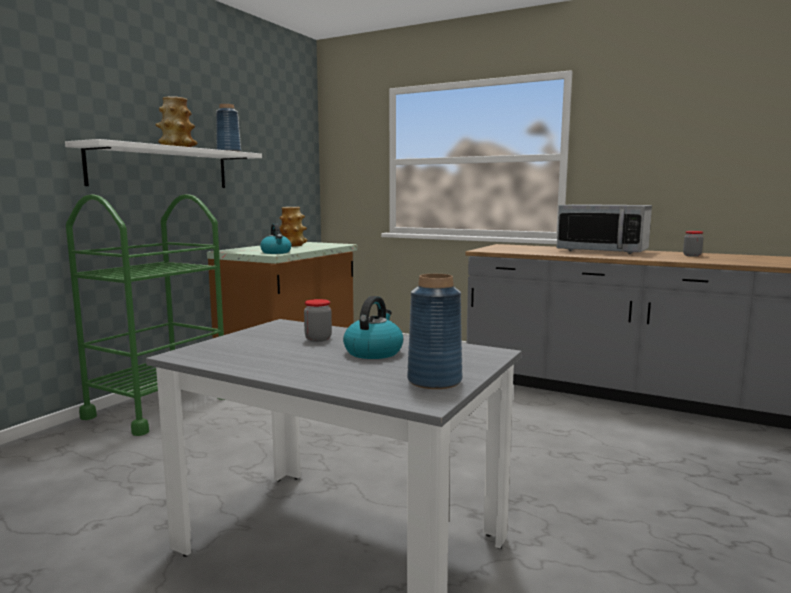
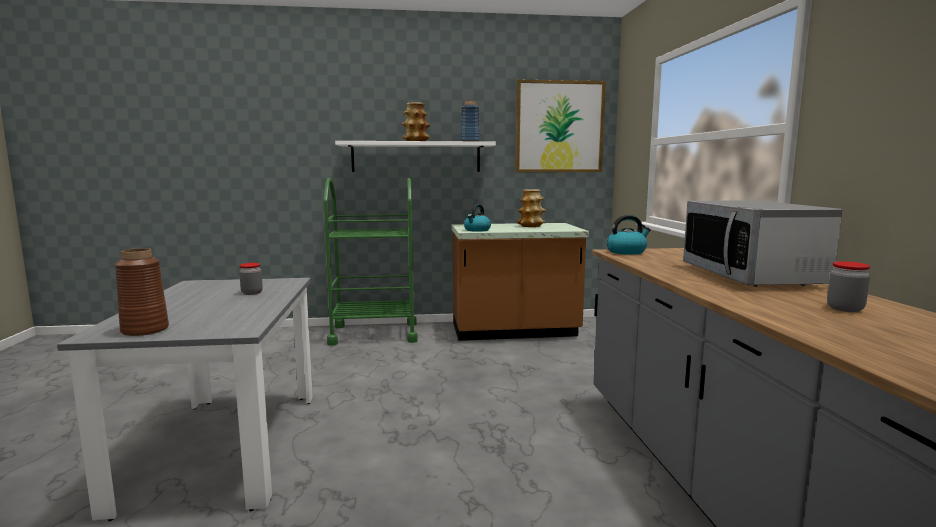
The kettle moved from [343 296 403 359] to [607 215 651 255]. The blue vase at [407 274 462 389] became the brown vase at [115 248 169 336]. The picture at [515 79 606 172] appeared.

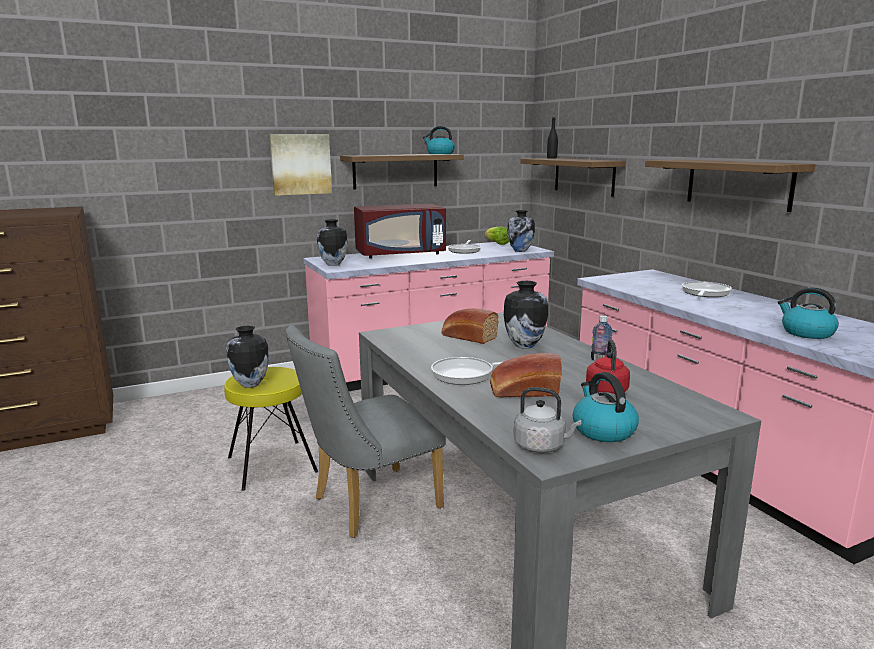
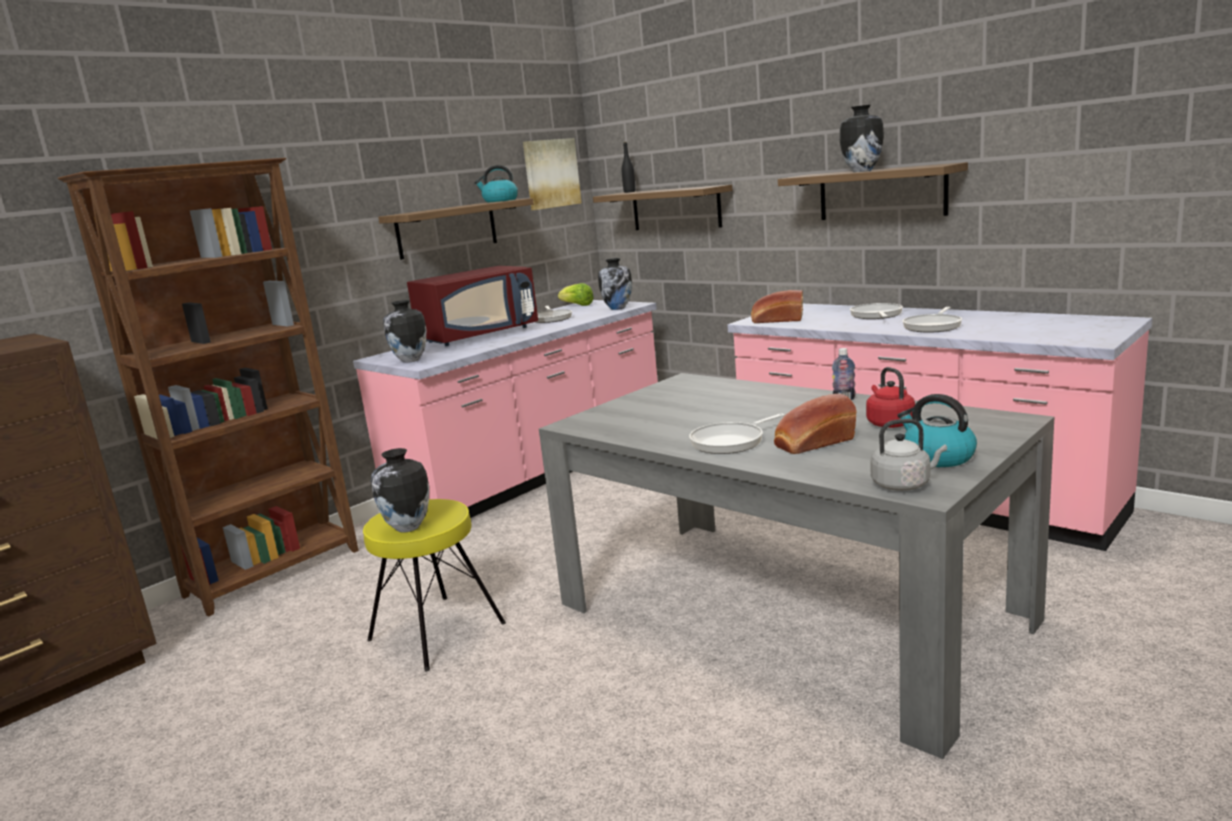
The picture moved from [269 134 332 196] to [523 138 582 210]. The grey chair at [286 325 446 538] disappeared. The bread moved from [442 308 498 344] to [751 290 803 323]. The vase moved from [504 281 548 349] to [840 105 884 172]. The kettle at [778 287 839 339] disappeared. The brown bookcase at [58 158 359 617] appeared. The frying pan at [903 307 962 333] appeared.

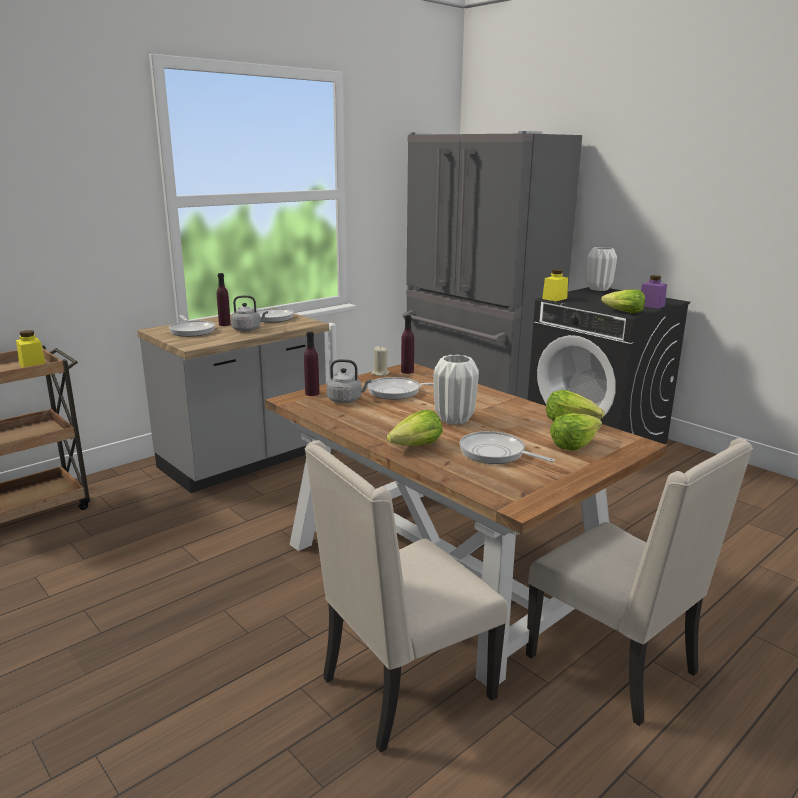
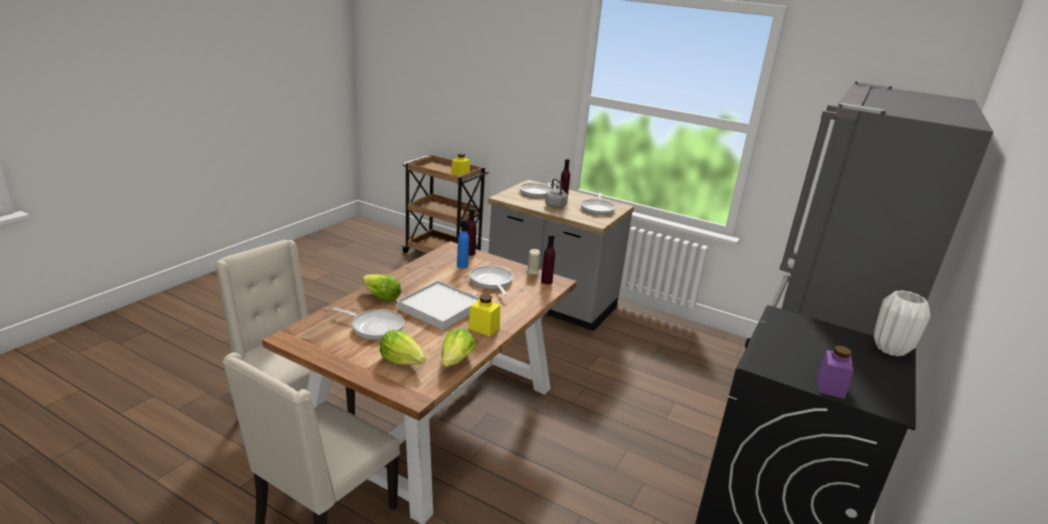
The grey kettle at [327 359 371 403] was replaced by the blue bottle at [457 219 469 268]. The white vase at [434 355 479 425] was replaced by the white tray at [397 281 480 330]. The frying pan at [459 431 555 464] turned 90 degrees clockwise. The yellow jar moved from [542 269 568 301] to [468 294 500 336]. The lettuce at [601 290 645 313] disappeared.

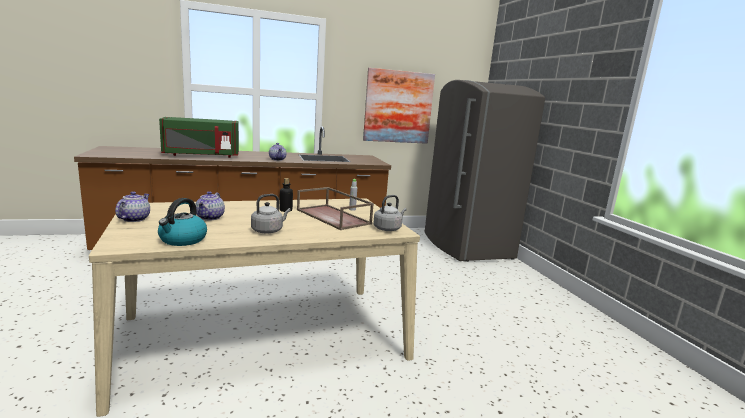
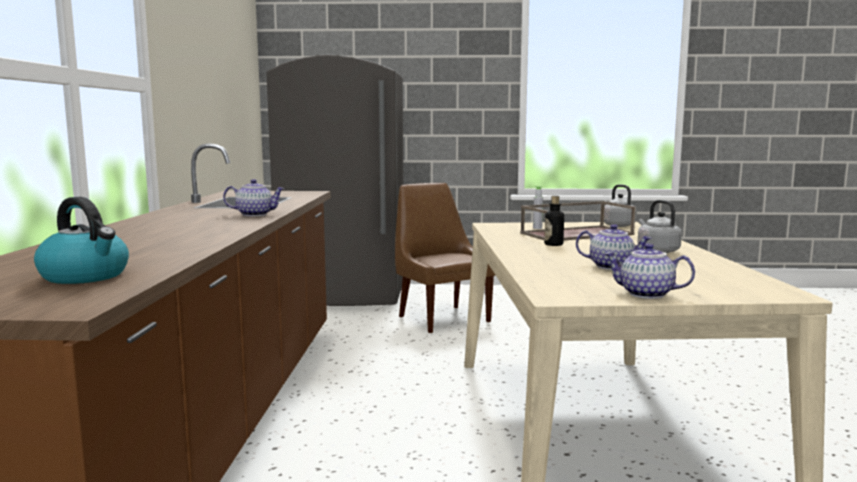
The kettle moved from [158 198 207 246] to [34 197 129 284]. The green microwave at [159 117 239 158] disappeared. The picture at [363 68 435 144] disappeared. The brown chair at [395 183 495 333] appeared.

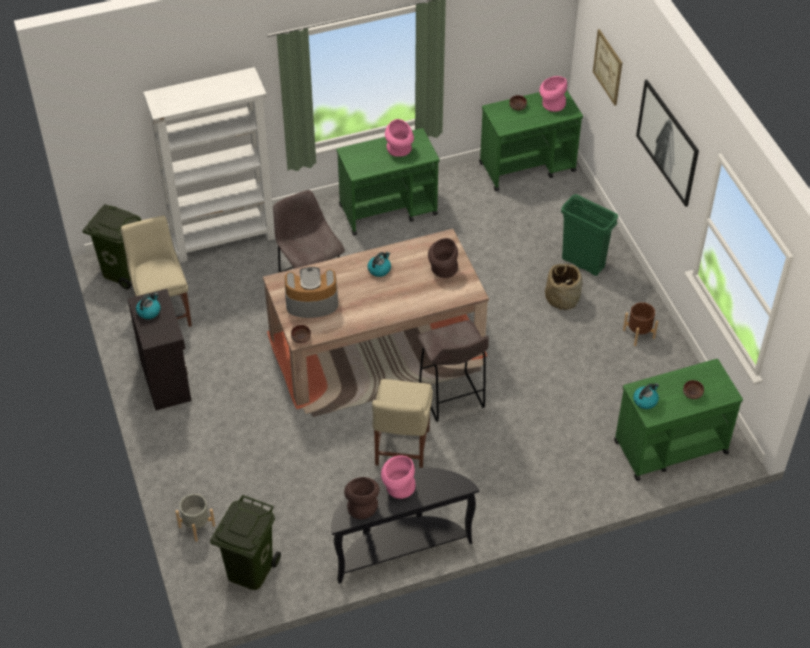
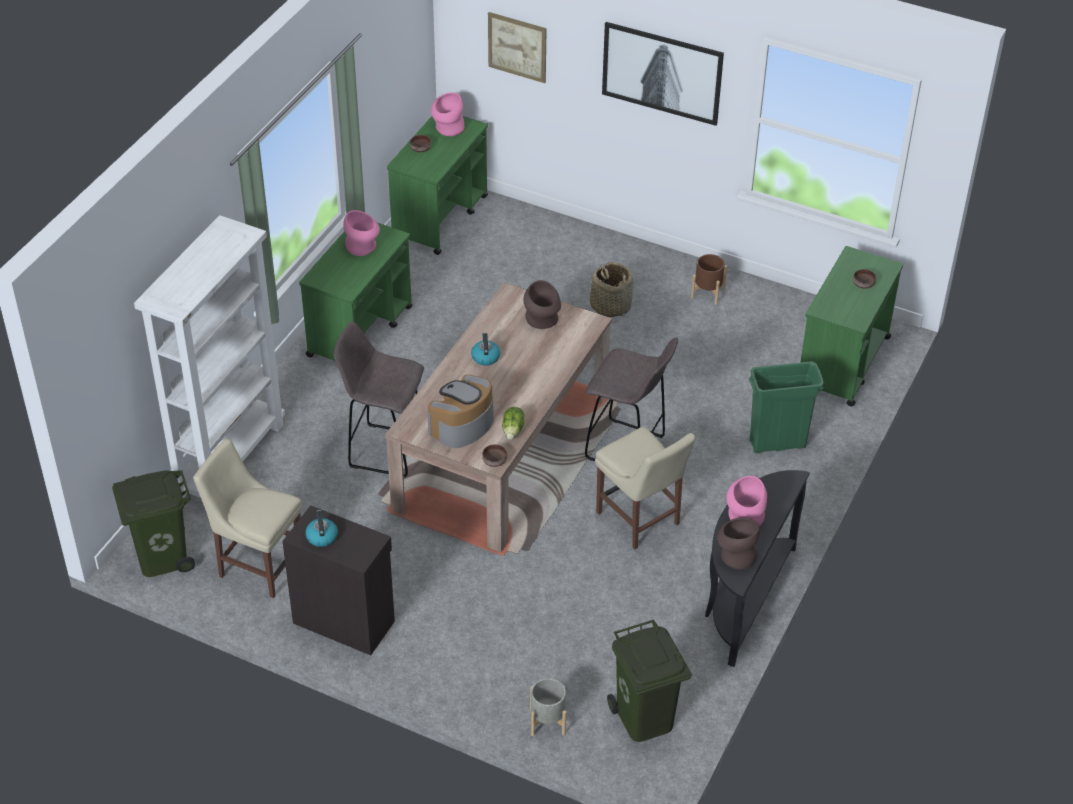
The green trash can moved from [561 194 618 276] to [749 361 824 453]. The kettle at [633 383 659 409] disappeared. The lettuce at [502 407 524 440] appeared.

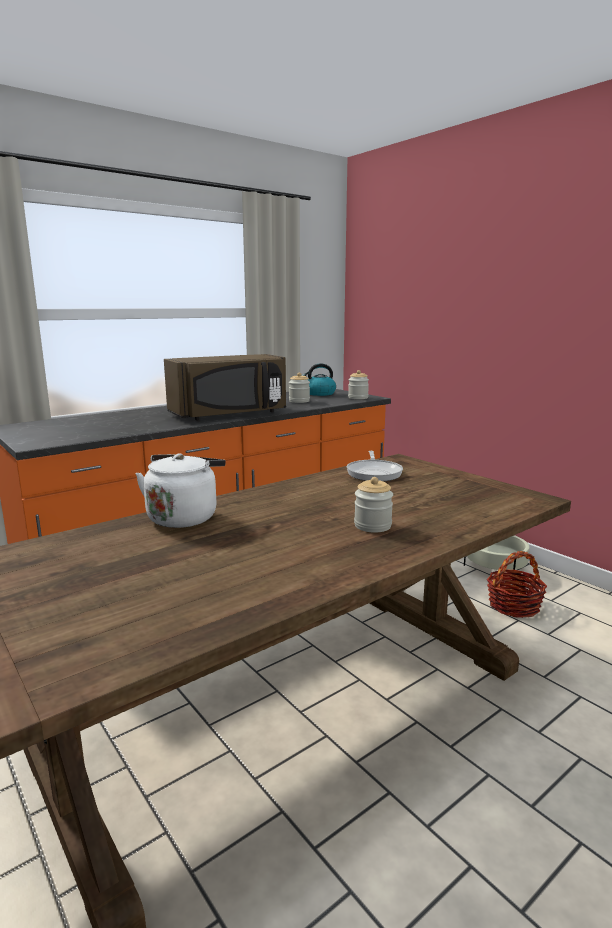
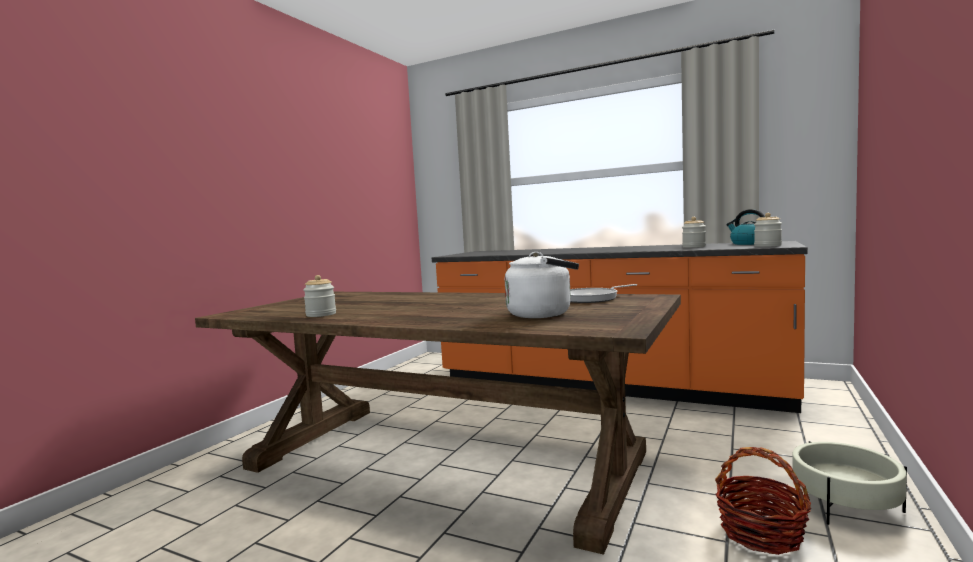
The white kettle moved from [135 453 226 528] to [505 252 579 318]. The brown microwave at [164 354 286 420] disappeared. The jar moved from [354 477 393 532] to [303 275 336 317].

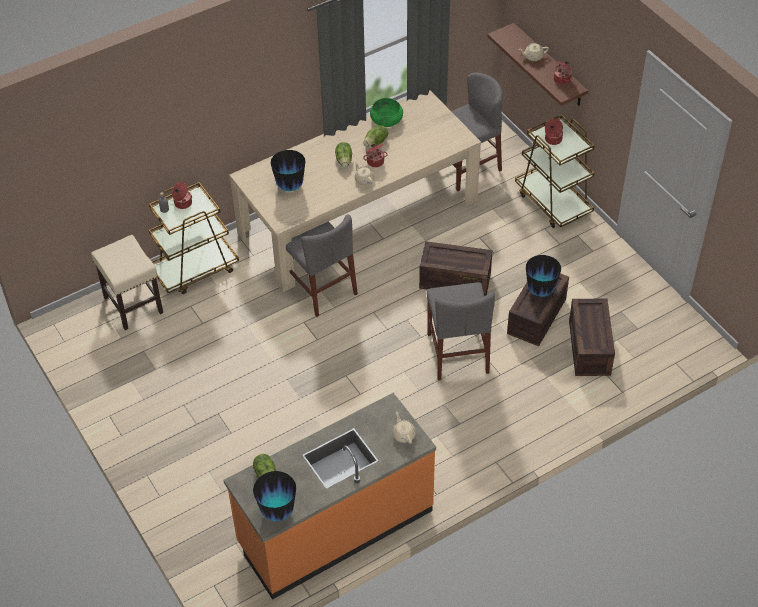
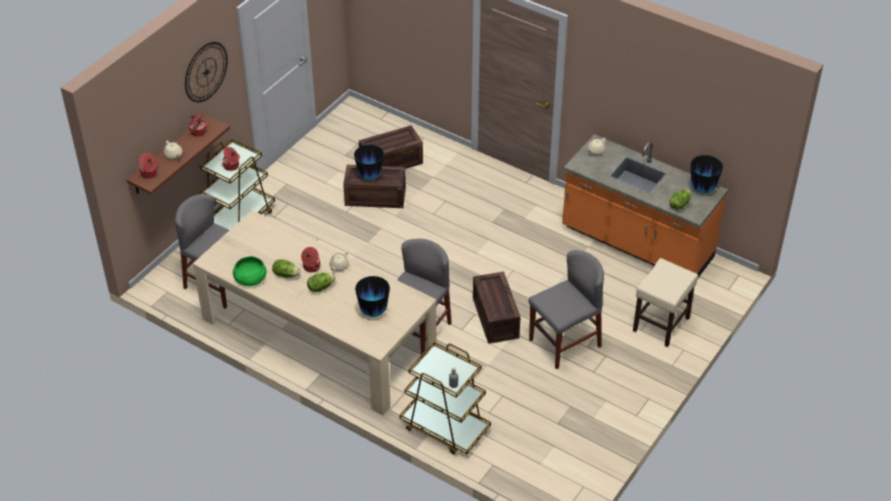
The beige stool moved from [91 235 163 330] to [633 258 698 347]. The cooking pot moved from [172 182 192 209] to [137 153 159 178]. The crate moved from [419 241 493 296] to [473 271 520 344]. The grey chair moved from [427 282 495 380] to [528 250 604 369]. The wall clock at [185 42 228 102] appeared.

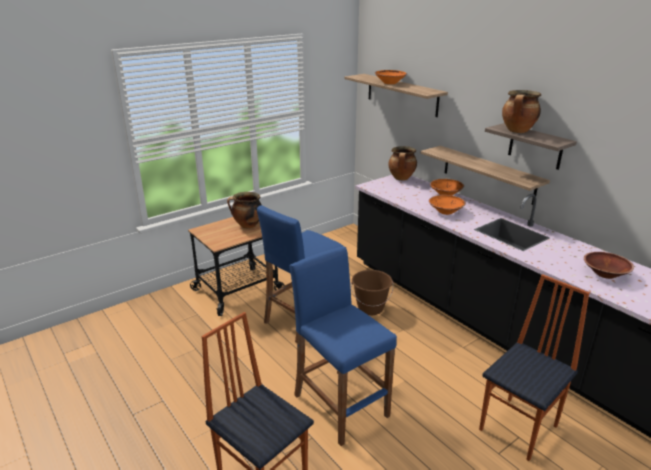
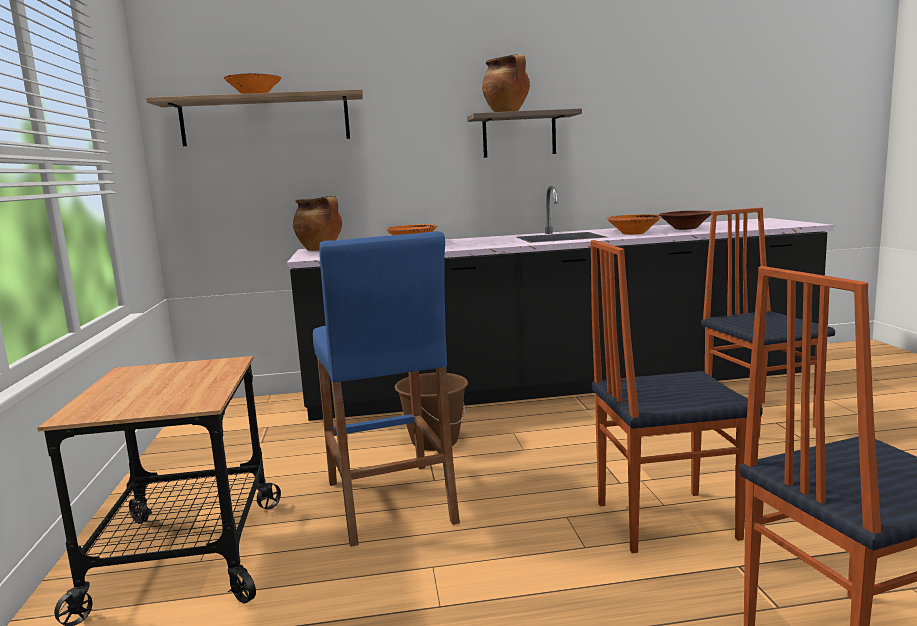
The cooking pot at [227 192 262 229] disappeared. The blue stool at [290 246 397 446] was replaced by the chair at [590 240 763 553]. The shelf at [421 146 550 205] disappeared. The orange bowl moved from [429 195 466 215] to [607 214 662 235].

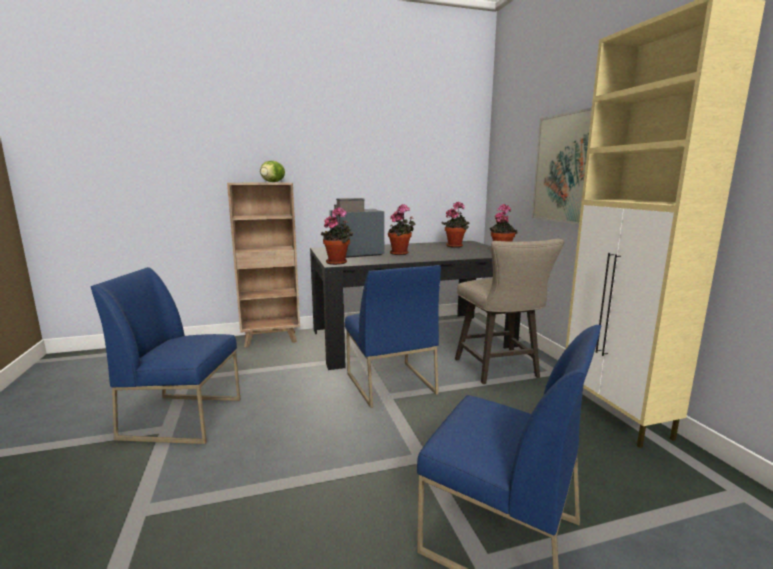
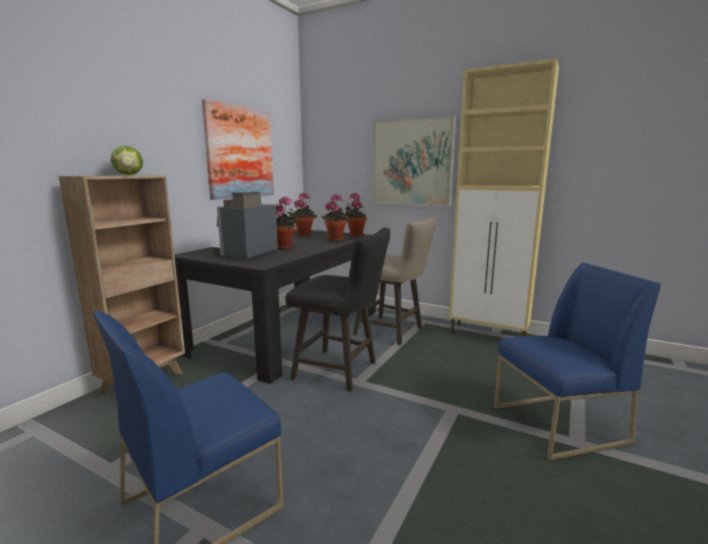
The potted plant moved from [321 207 353 265] to [321 194 350 241]. The blue chair at [345 265 441 408] was replaced by the black stool at [285 228 390 392]. The picture at [202 99 274 200] appeared.

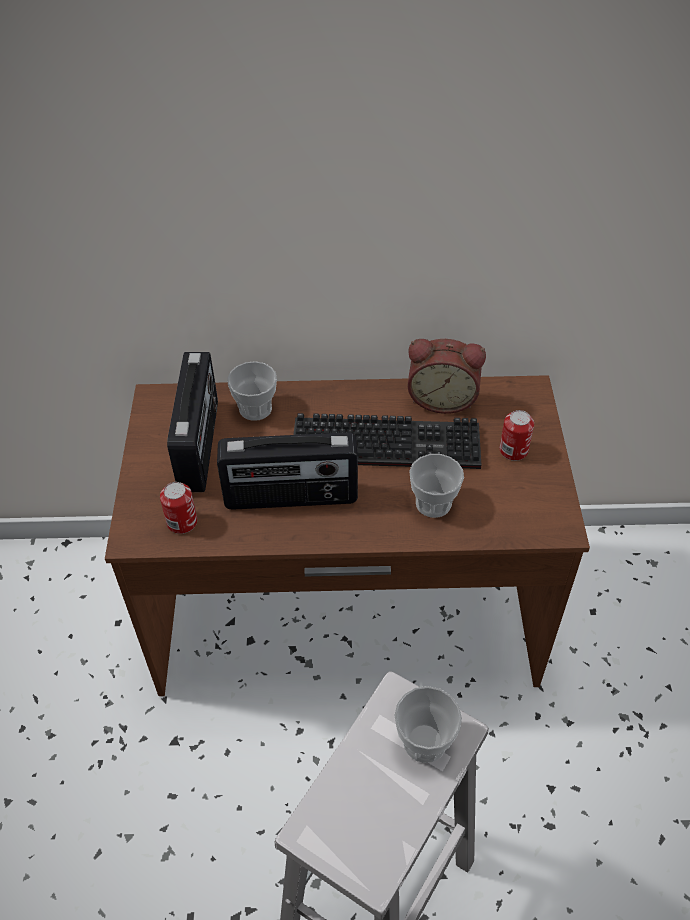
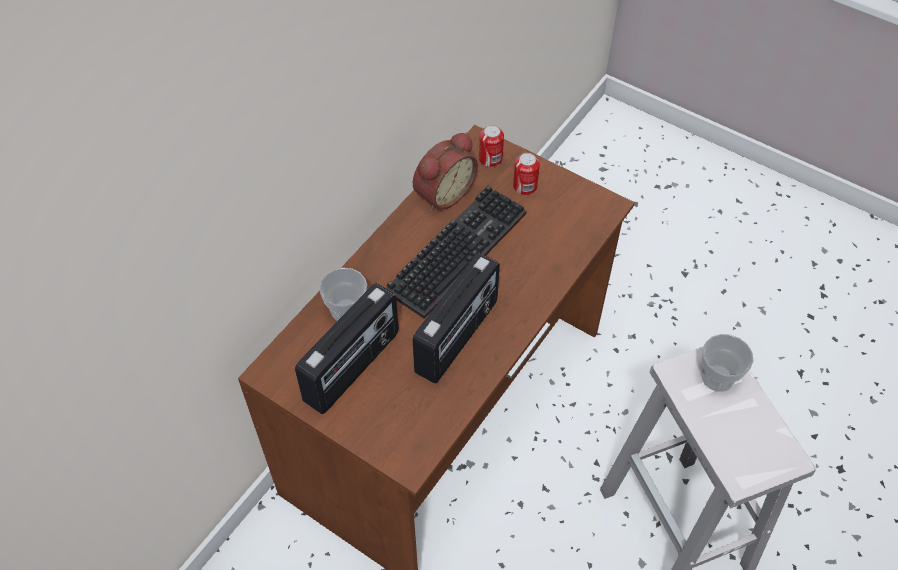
The can moved from [160 482 197 534] to [479 125 504 167]. The radio at [167 352 218 492] turned 90 degrees clockwise. The cup at [409 454 464 518] disappeared.

